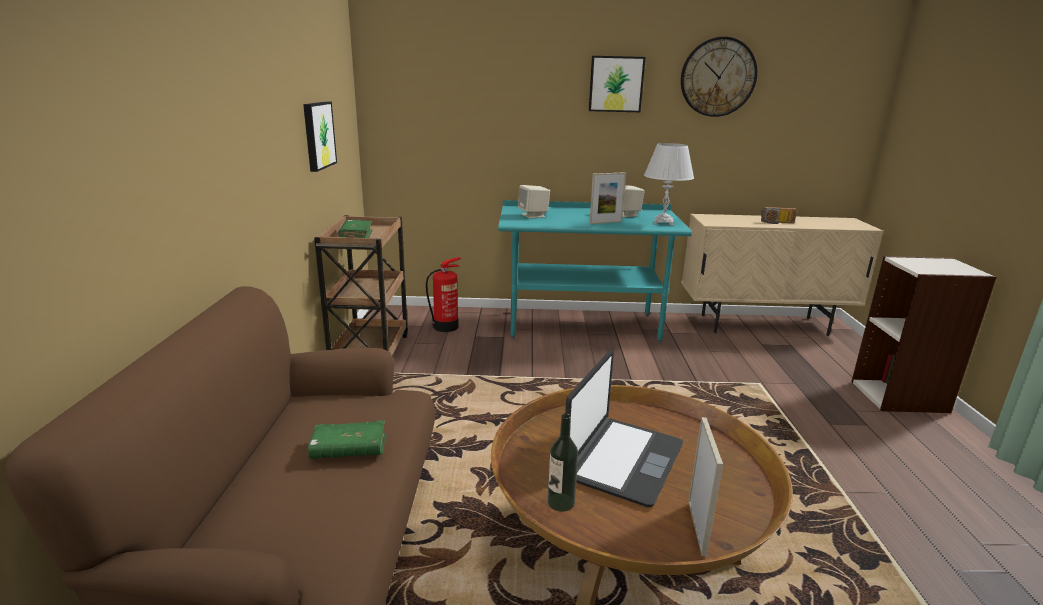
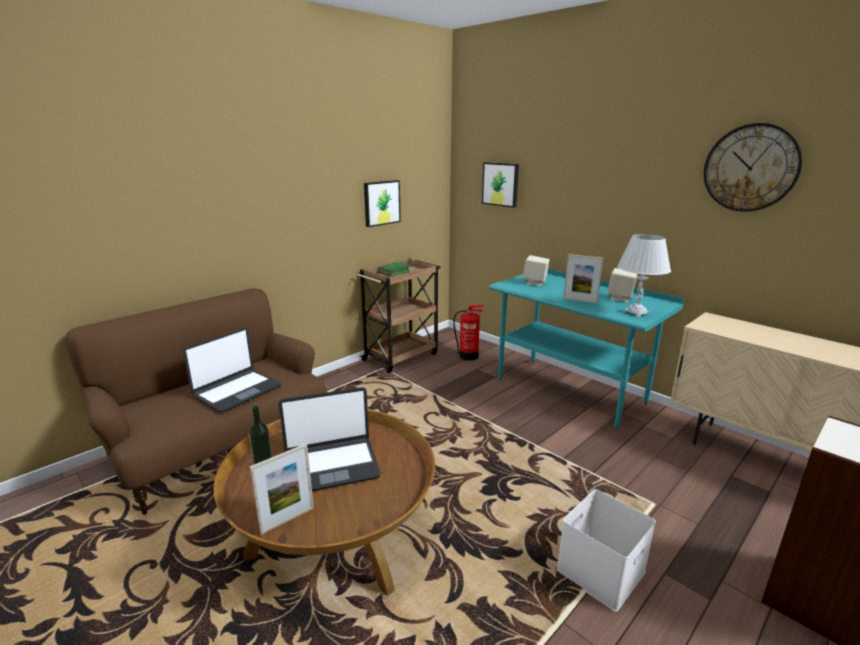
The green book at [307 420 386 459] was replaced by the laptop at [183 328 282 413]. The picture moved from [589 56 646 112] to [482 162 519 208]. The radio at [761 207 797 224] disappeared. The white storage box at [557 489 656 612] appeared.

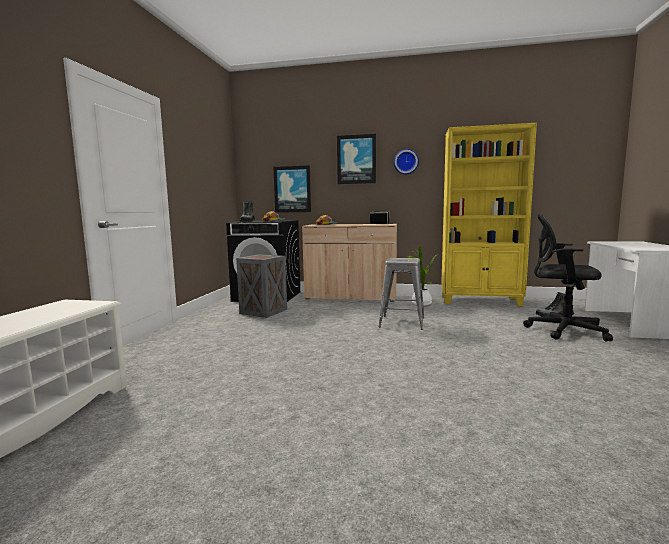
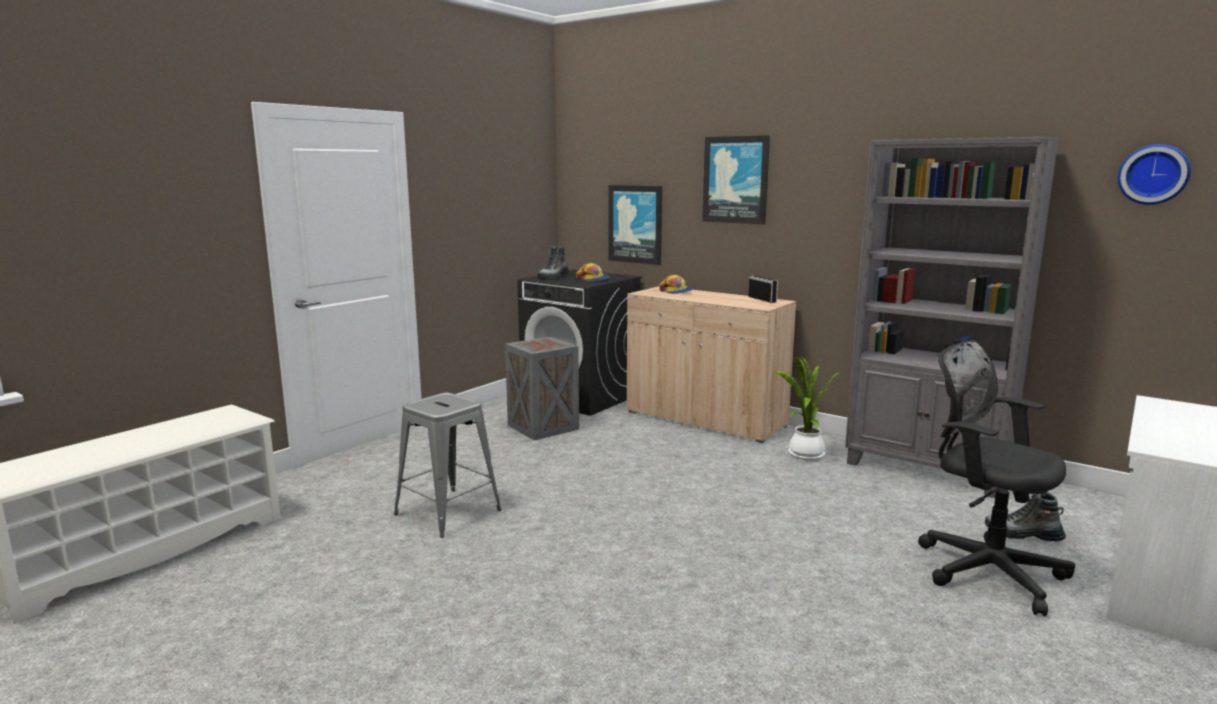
The grey stool moved from [378 258 424 330] to [394 393 502 538]. The wall clock moved from [394 149 419 175] to [1118 144 1191 205]. The yellow bookcase at [441 123 537 306] became the grey bookcase at [845 137 1059 498].

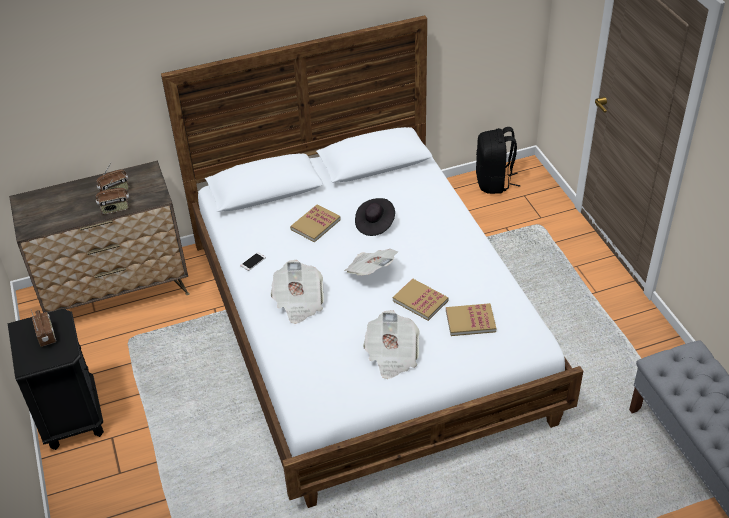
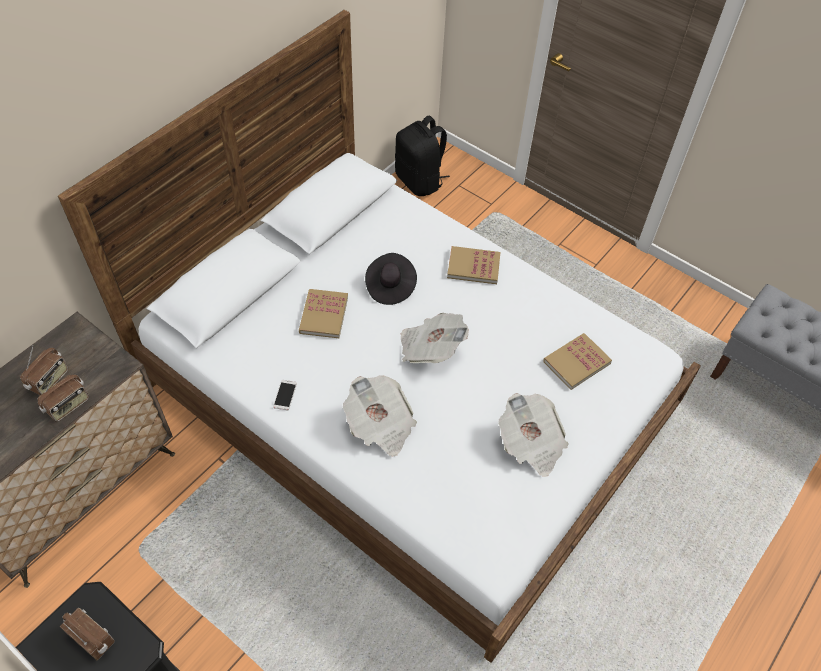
The book moved from [393 279 449 321] to [447 246 501 284].

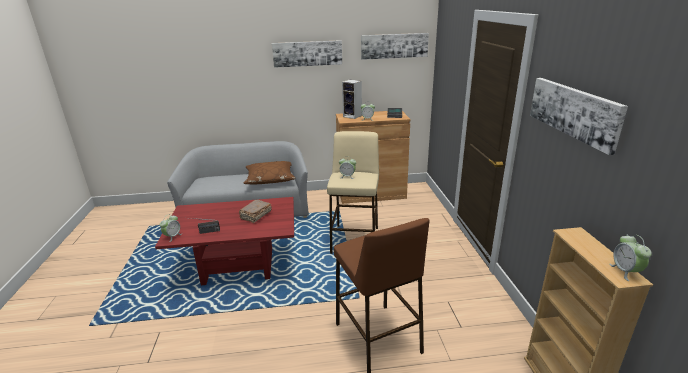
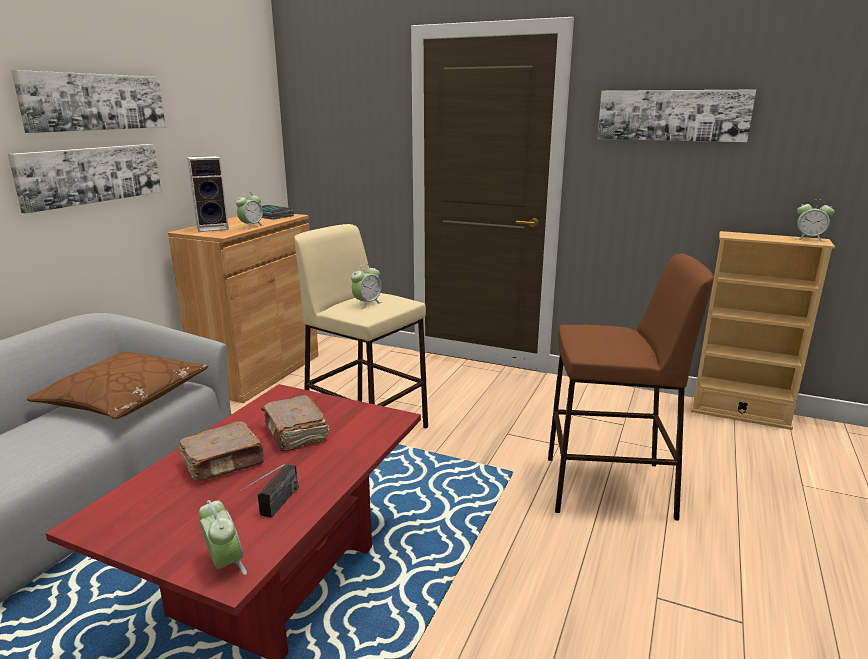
The picture moved from [361 33 429 60] to [8 144 161 214]. The brown book at [179 421 264 481] appeared.

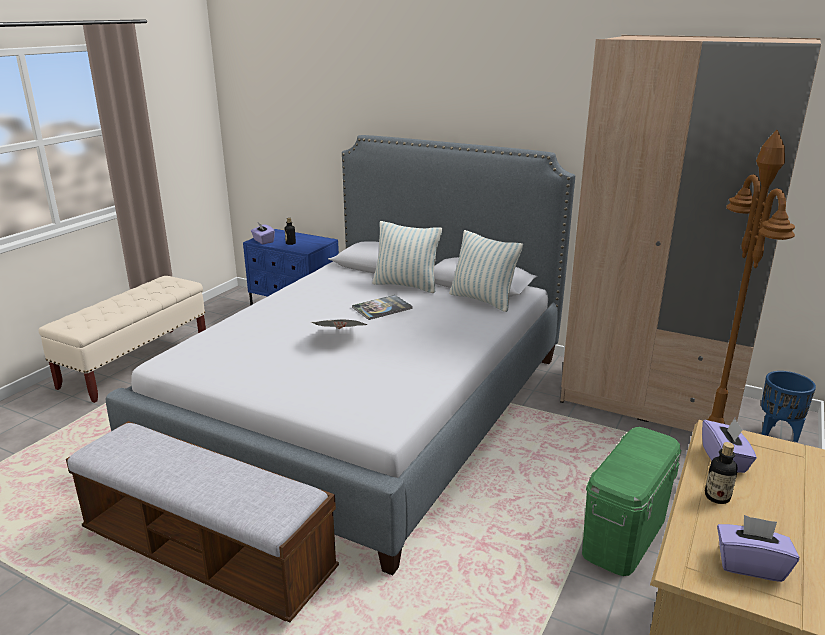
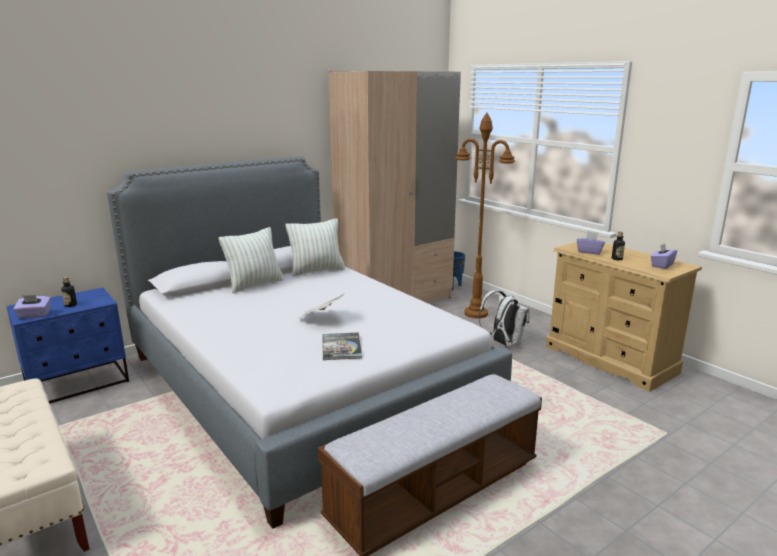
The book moved from [352 295 413 320] to [323 333 362 360]. The green storage box at [582 427 681 576] was replaced by the white backpack at [479 290 529 347].

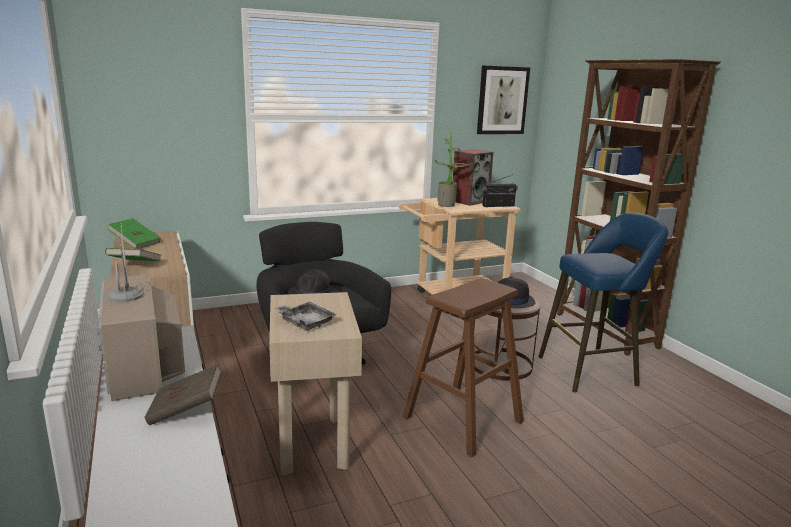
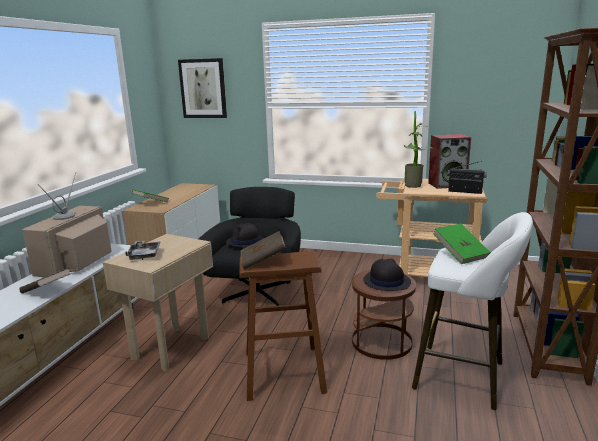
The green book moved from [108 218 161 249] to [433 223 491 264]. The picture moved from [477 66 530 134] to [178 58 227 118]. The blue stool at [538 213 668 393] became the white stool at [412 212 533 410]. The brown book at [241 231 286 269] appeared.

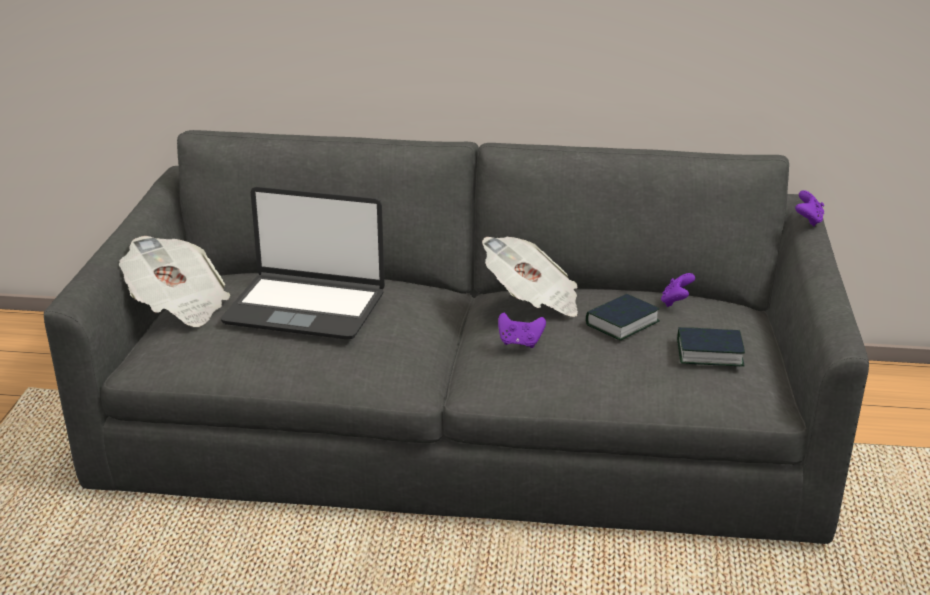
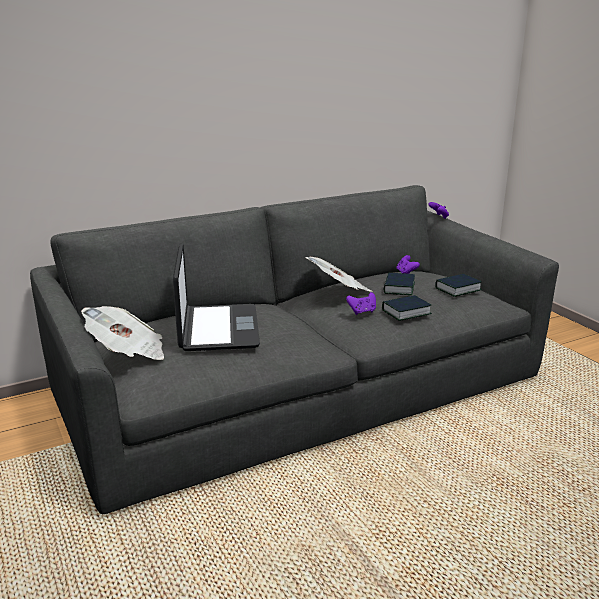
The laptop at [221 186 385 340] turned 75 degrees counterclockwise. The book at [382 295 432 321] appeared.

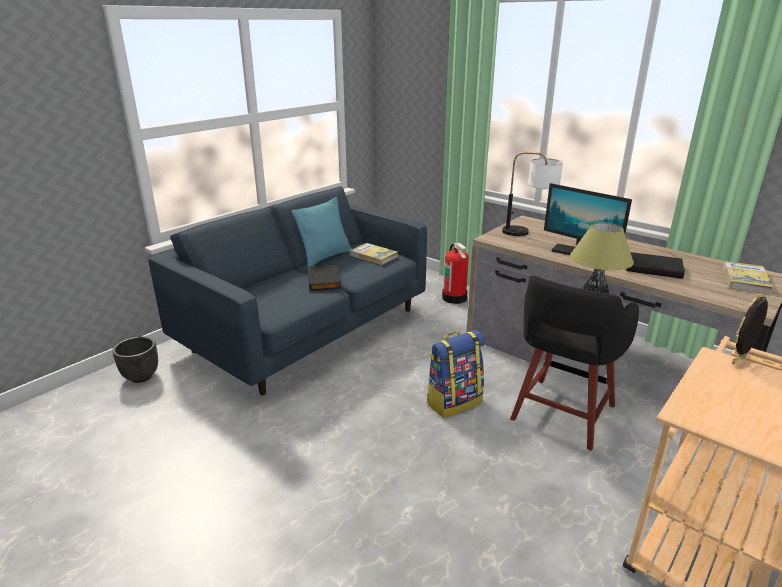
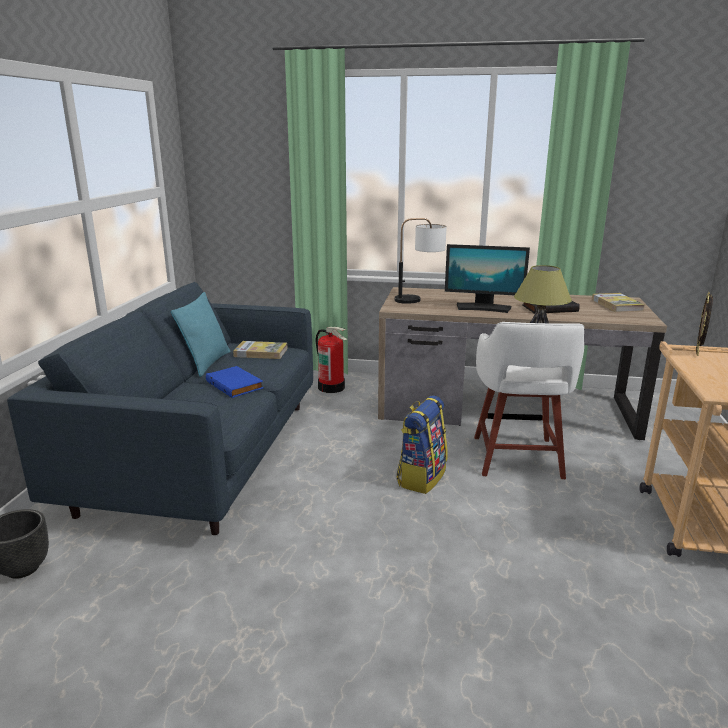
The black book at [308 264 341 291] became the blue book at [206 366 264 398]. The black stool at [510 276 639 451] became the white stool at [474 322 584 479].

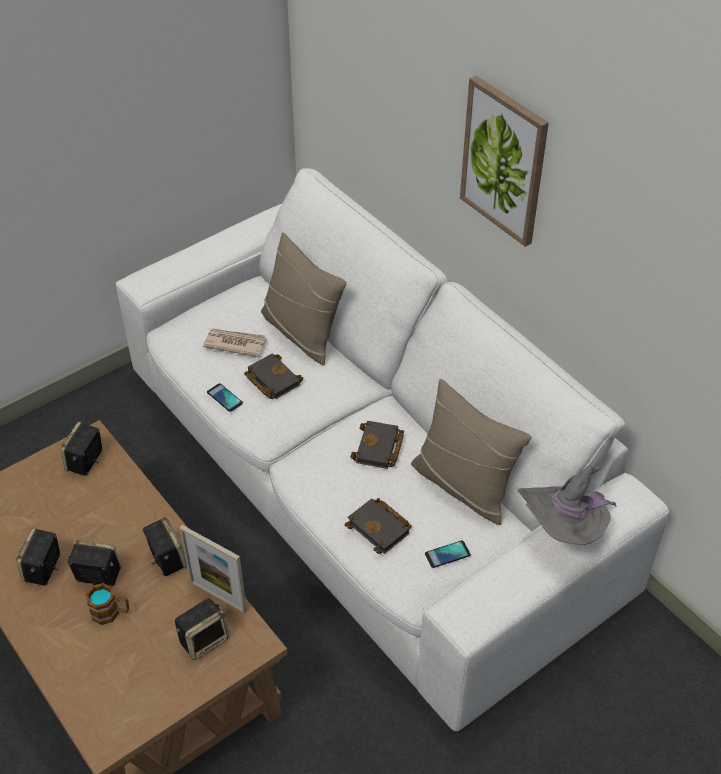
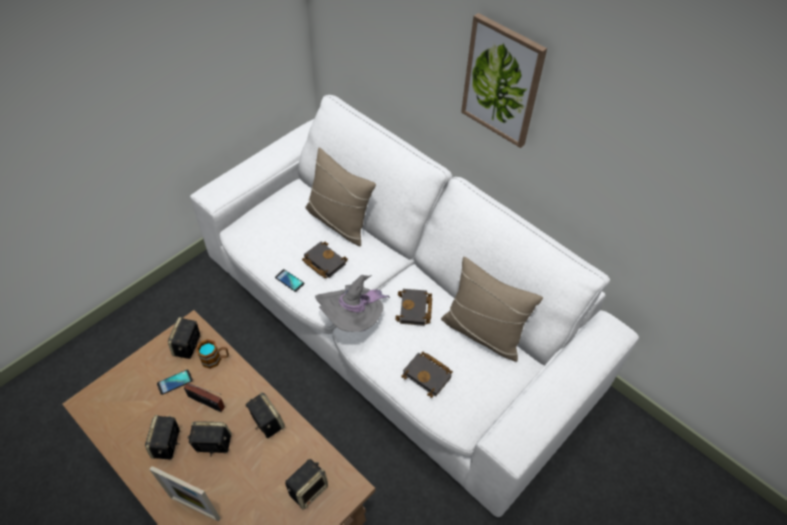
The mug moved from [85 583 129 625] to [196 339 229 369]. The picture frame moved from [180 525 247 614] to [149 466 221 522]. The newspaper at [203 328 267 357] disappeared. The phone moved from [425 541 471 568] to [157 370 193 395]. The grey hat moved from [518 466 617 545] to [315 275 390 332]. The radio at [184 383 225 412] appeared.

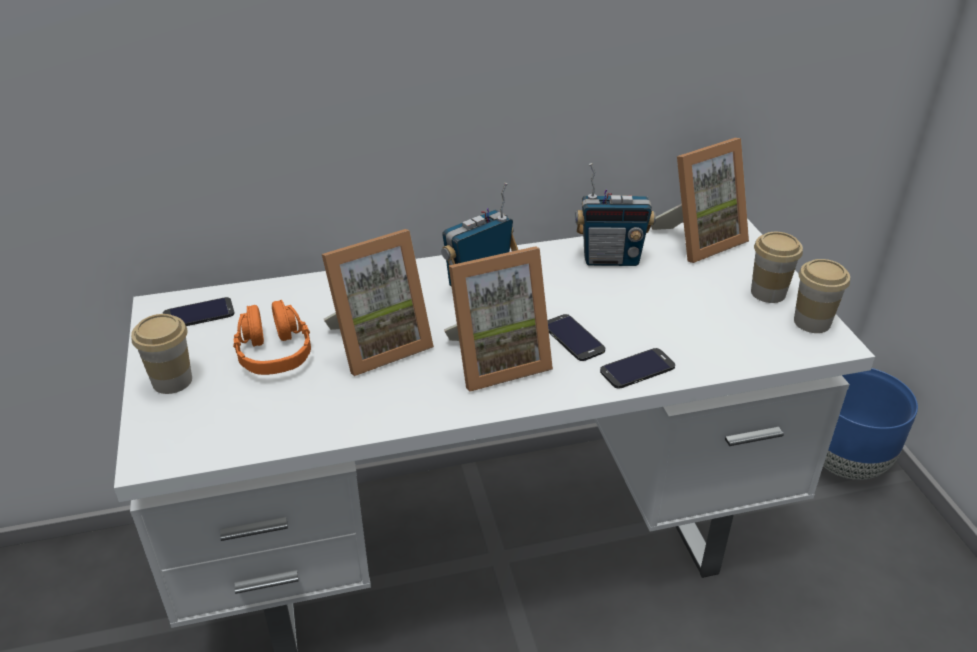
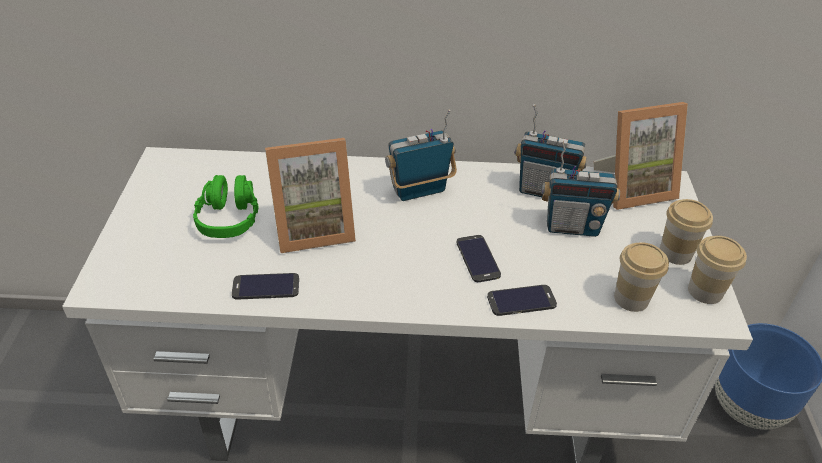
The cup moved from [131 314 192 394] to [614 242 669 312]. The phone moved from [163 297 234 326] to [231 273 299 300]. The orange headphones at [233 300 311 375] became the green headphones at [193 175 259 238]. The picture frame at [444 246 553 392] disappeared. The radio at [542 140 620 237] appeared.

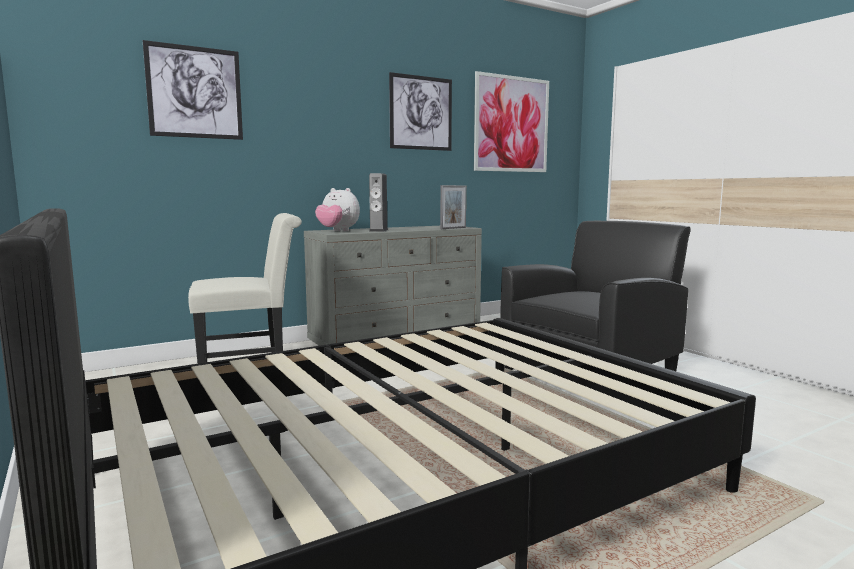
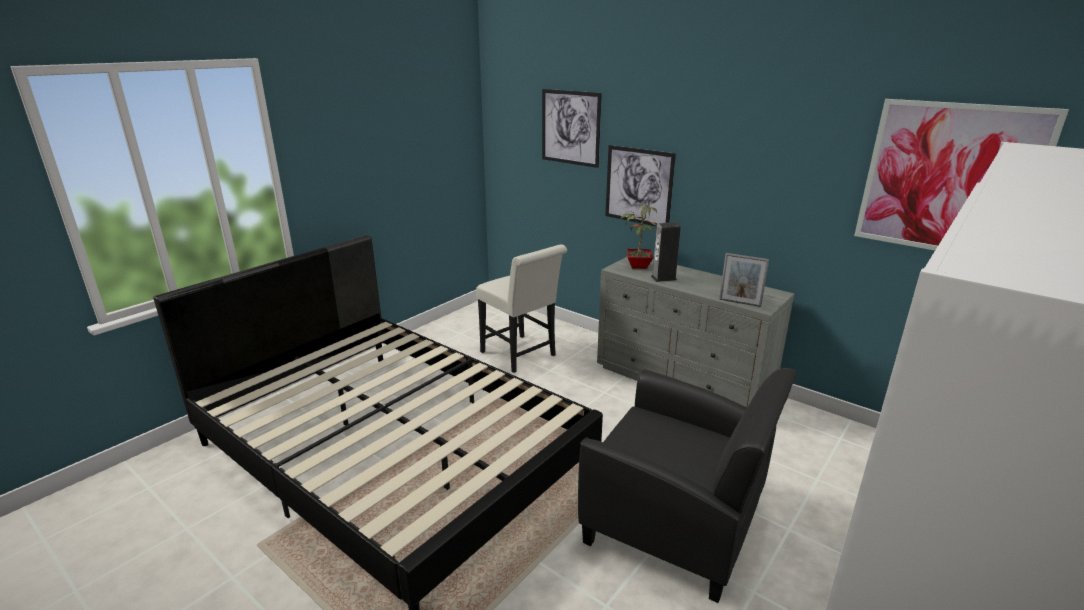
The plush toy at [315 188 360 231] was replaced by the potted plant at [620 202 657 269]. The picture moved from [389 72 452 151] to [605 145 676 227].

